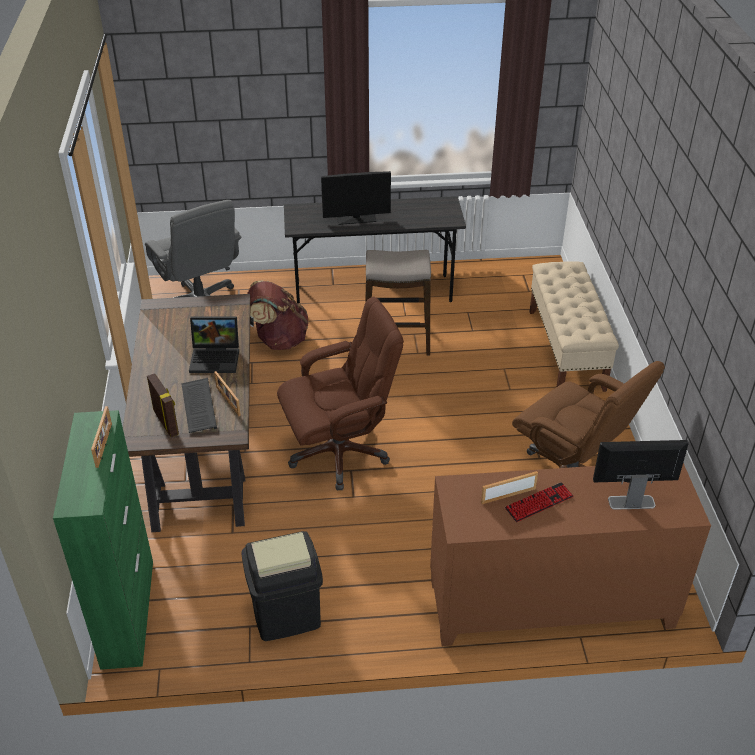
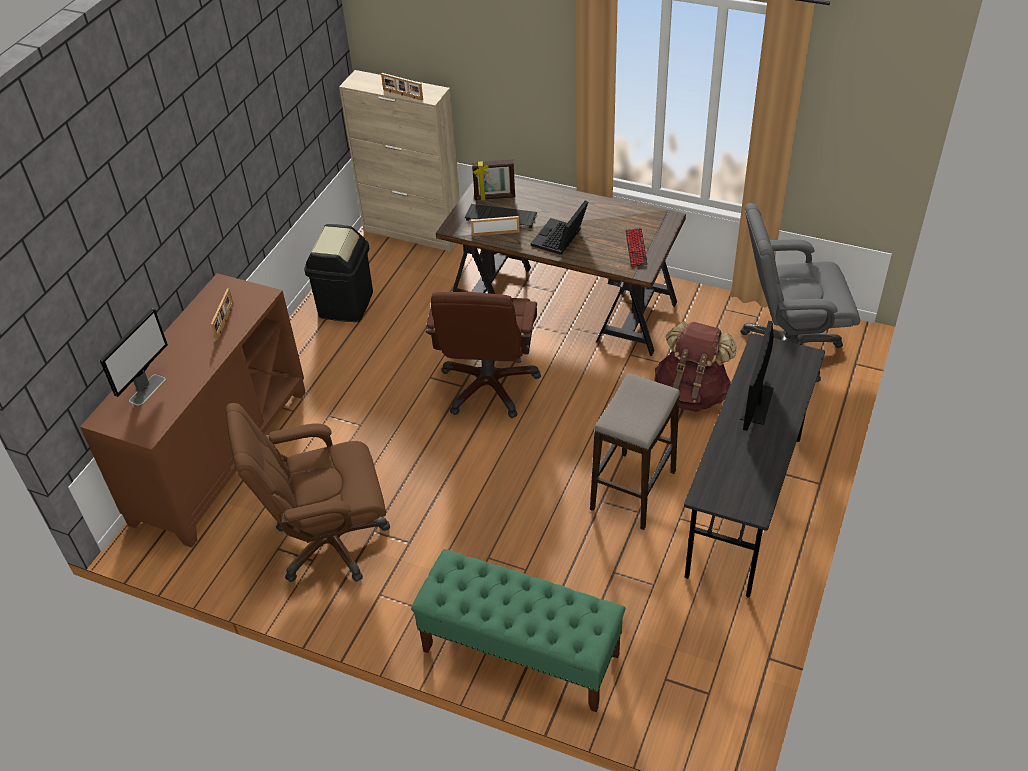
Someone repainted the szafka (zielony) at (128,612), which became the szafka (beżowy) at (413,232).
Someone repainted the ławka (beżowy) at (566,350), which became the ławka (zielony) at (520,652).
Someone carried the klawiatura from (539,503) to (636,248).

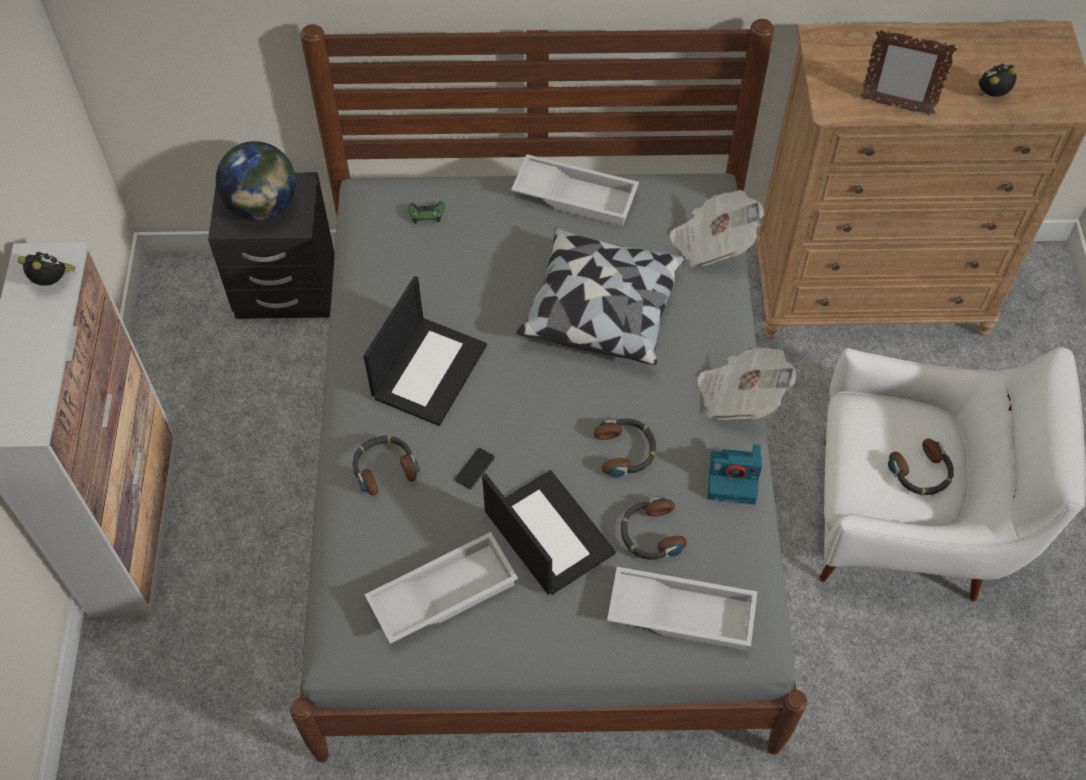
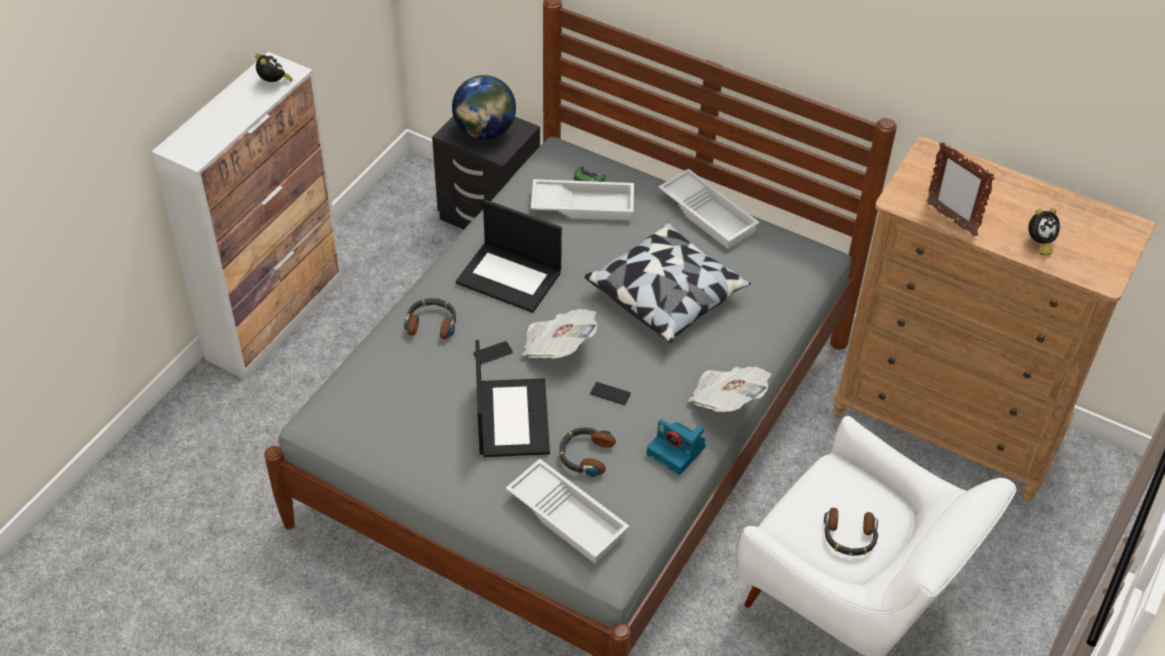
Someone rotated the laptop at (429,370) by 60 degrees clockwise.
Someone carried the gazeta from (712,243) to (558,347).
Someone carried the taca (biały) from (443,591) to (583,204).
Someone swapped the słuchawki at (626,451) for the telefon at (610,394).
Someone rotated the budzik at (991,94) by 150 degrees clockwise.

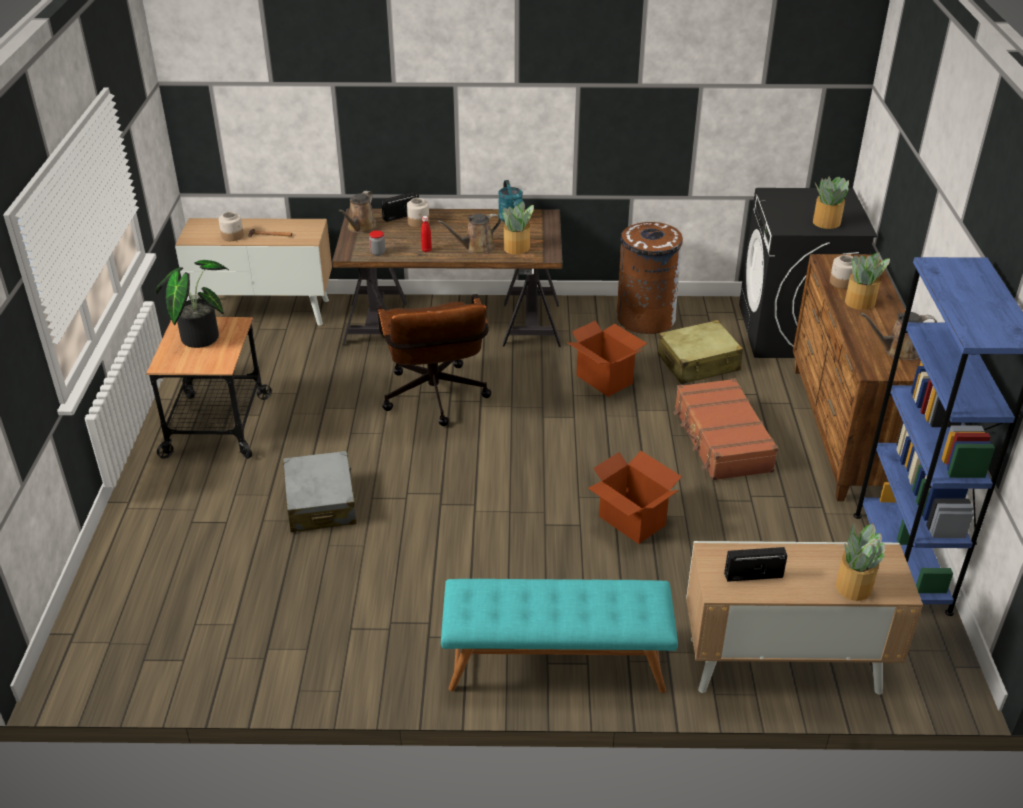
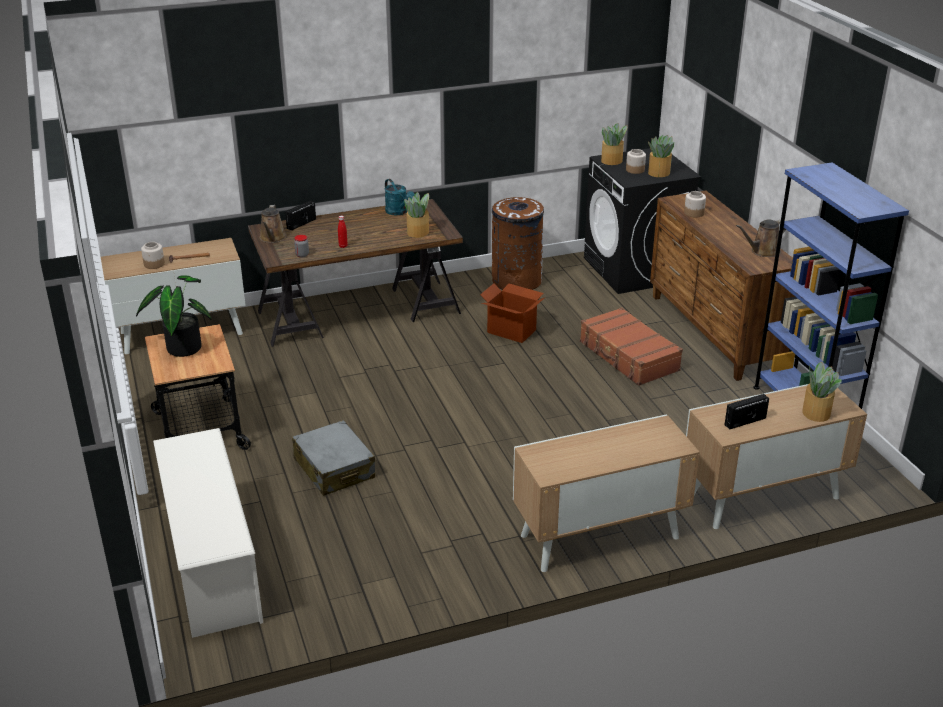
Someone put down the regał na buty (biały) at (212,564).
Someone swapped the ławka (turkusowy) at (556,664) for the szafka at (599,537).
Someone carried the roślina doniczkowa from (860,302) to (612,161).
Someone carried the słoik from (418,222) to (635,170).
Someone took away the krzesło biurowe (brązowy) at (435,400).
Someone took away the konewka (brązowy) at (476,248).
Someone took away the karton at (631,521).
Someone took away the walizka (beżowy) at (698,363).

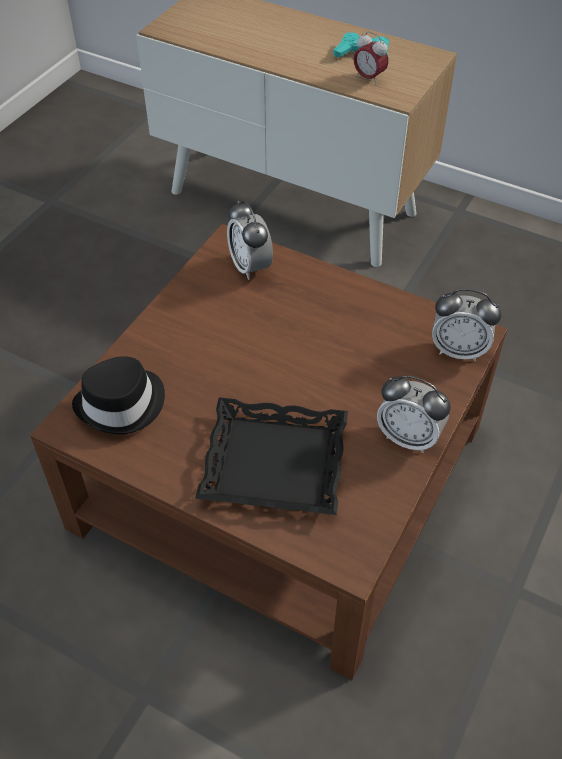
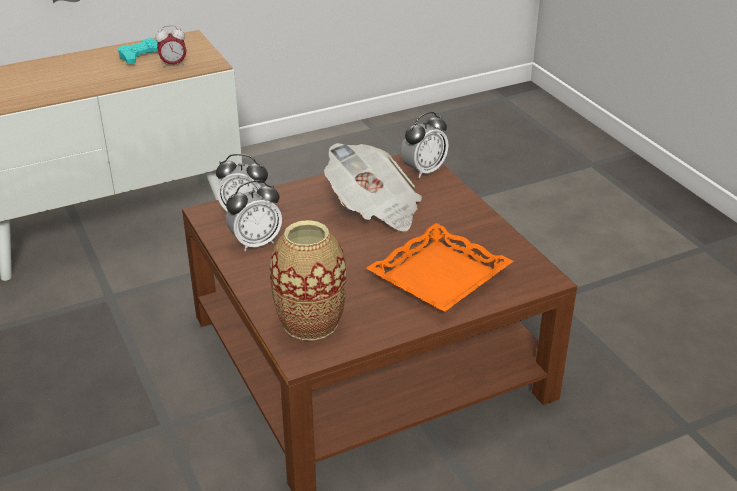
Someone carried the budzik from (408,437) to (256,242).
Someone swapped the kapelusz (czarny) at (122,404) for the wazon at (310,322).
Someone put down the gazeta at (374,209).
Someone repainted the taca (czarny) at (274,464), which became the taca (pomarańczowy) at (440,277).

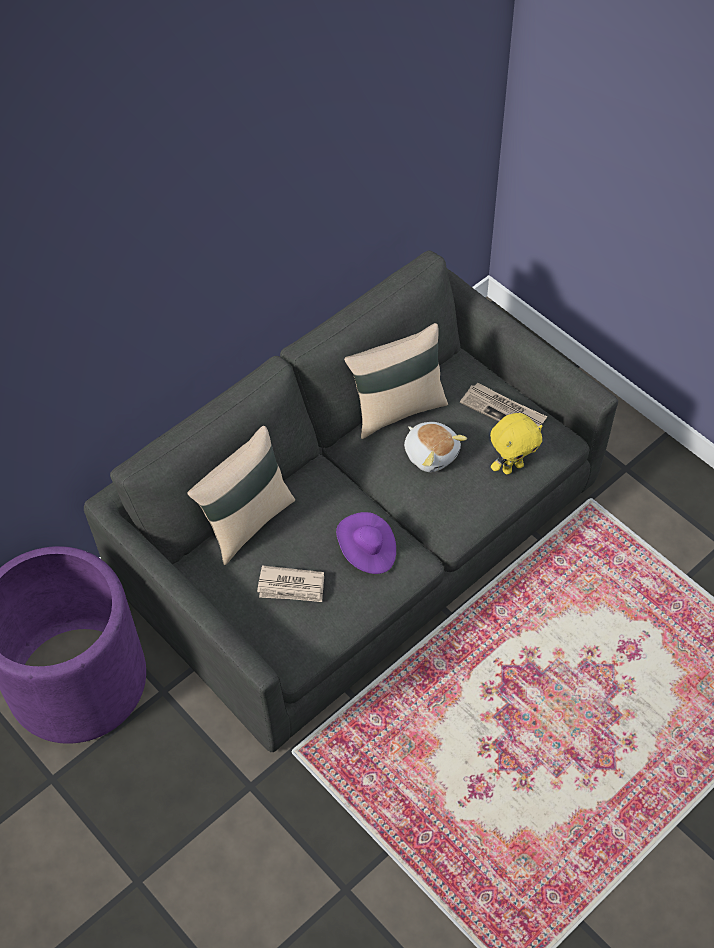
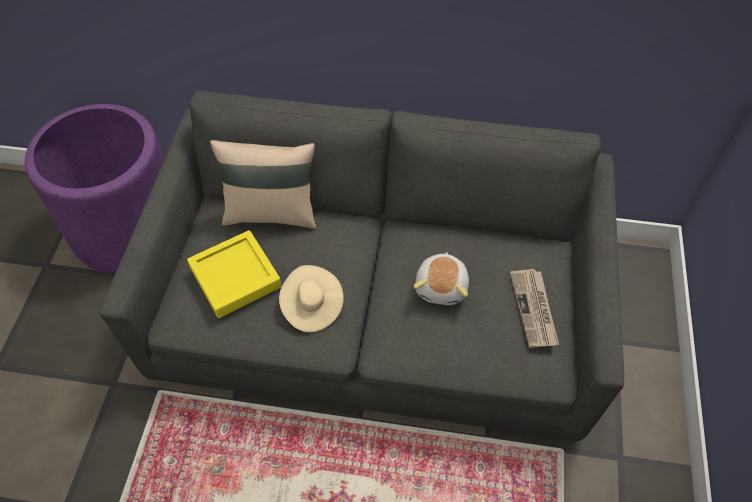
Someone swapped the gazeta at (291,586) for the taca (żółty) at (235,277).
Someone repainted the kapelusz (fioletowy) at (367,552), which became the kapelusz (beżowy) at (311,306).
Someone took away the poduszka (beżowy) at (397,409).
Someone took away the pluszak (żółty) at (512,467).

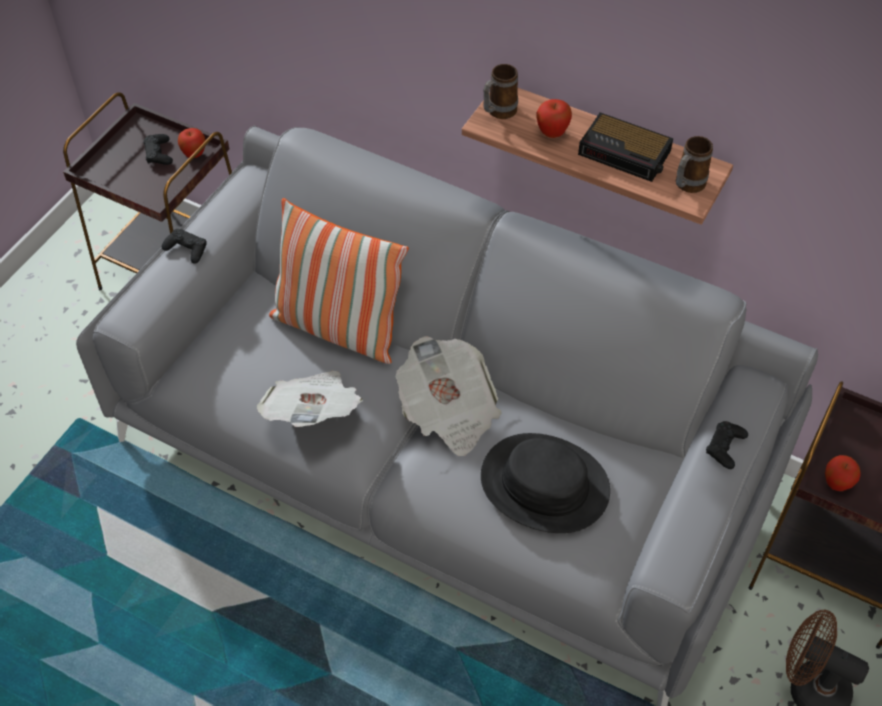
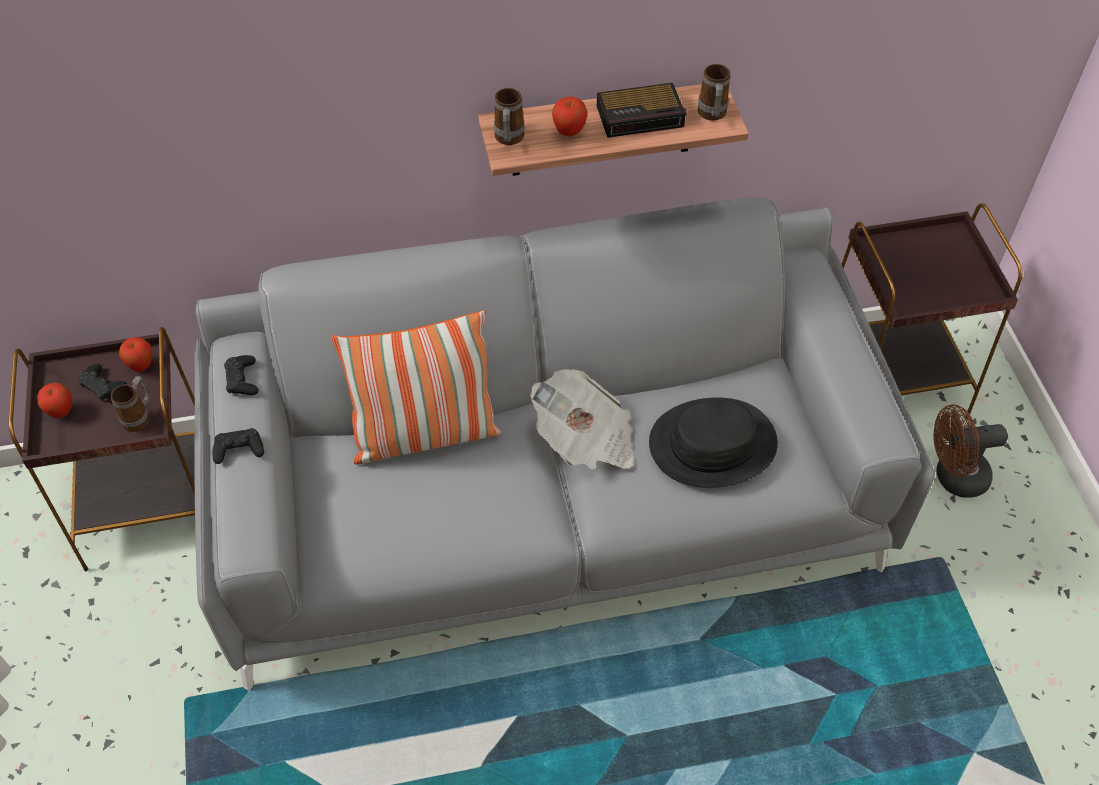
Someone carried the jabłko from (836,484) to (61,412).
Someone put down the kubek at (140,417).
Someone carried the pad do gier (czarny) from (725,447) to (242,380).
Someone took away the gazeta at (314,413).

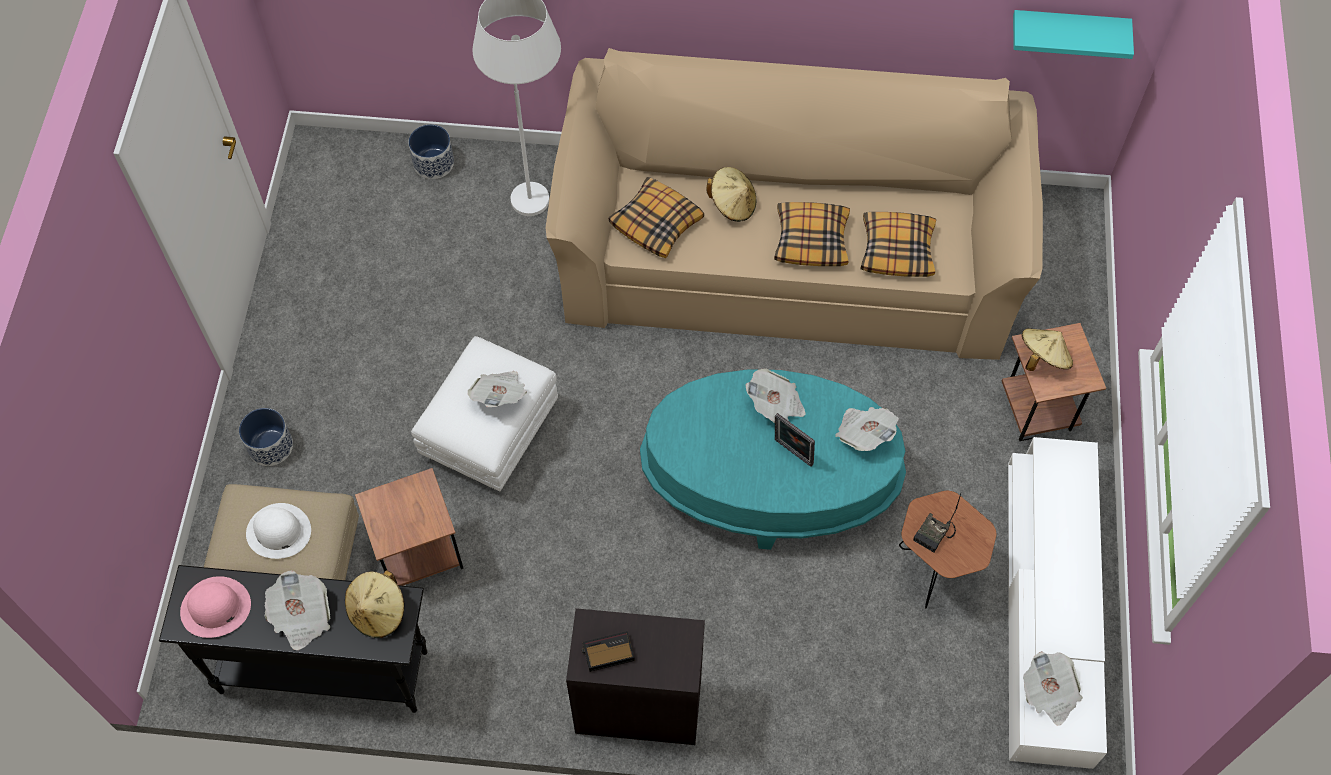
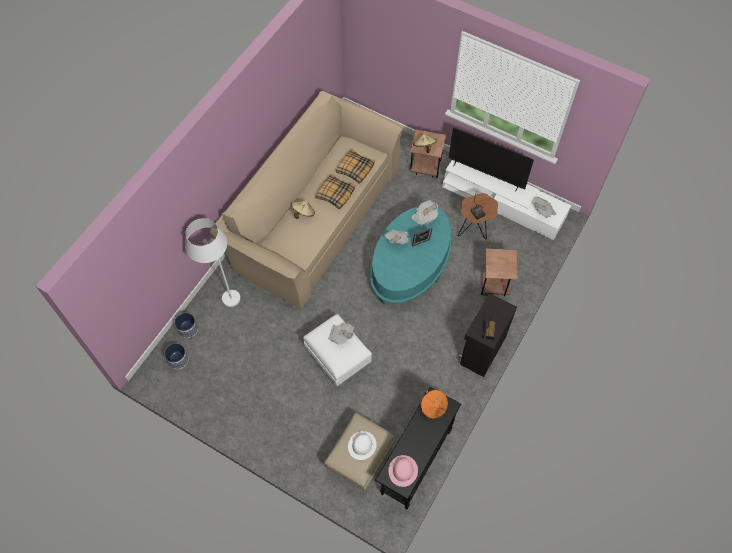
Someone carried the donica from (270,446) to (178,360).
Someone repainted the kapelusz (beżowy) at (378,612), which became the kapelusz (pomarańczowy) at (433,407).
Someone put down the telewizor at (486,175).
Someone carried the stolik (brązowy) from (419,558) to (495,285).
Someone took away the gazeta at (301,617).
Someone took away the poduszka at (657,223).
Someone took away the półka (turkusowy) at (1068,29).

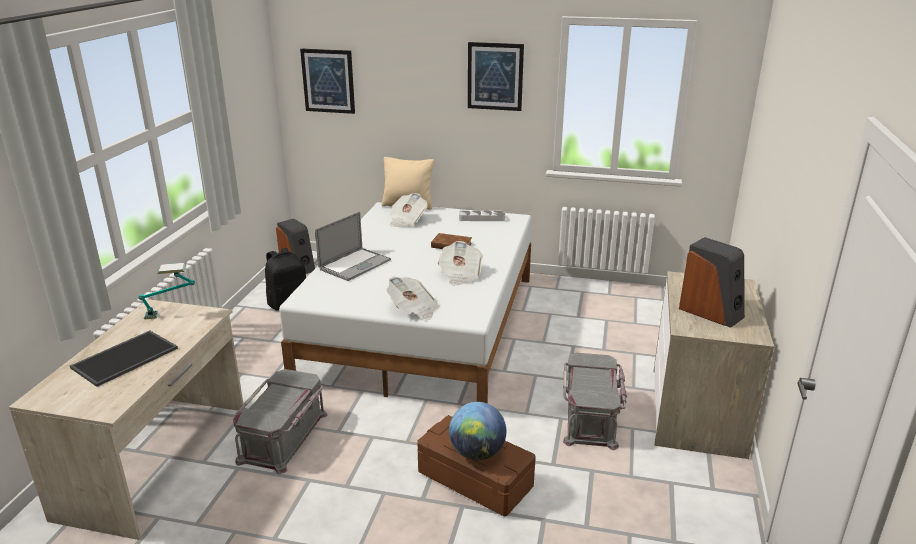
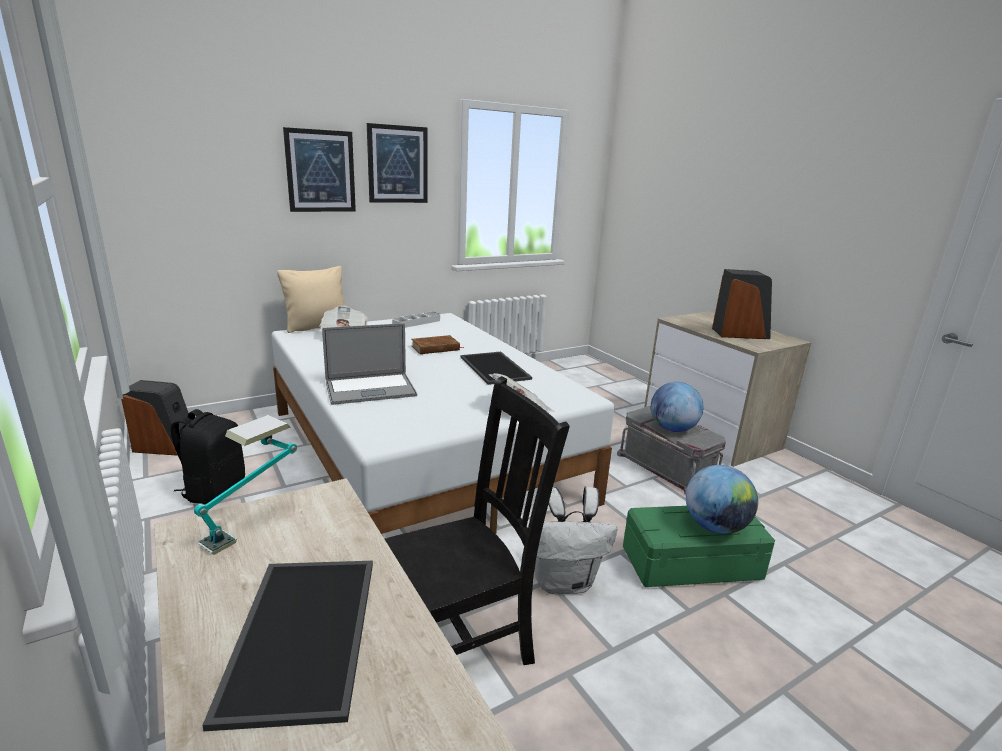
Someone carried the obraz from (328,81) to (320,171).
Someone rotated the laptop at (355,264) by 75 degrees clockwise.
Someone swapped the pojemnik do przechowywania (szary) at (284,437) for the krzesło (czarny) at (459,644).
Someone swapped the gazeta at (460,275) for the taca at (496,368).
Someone put down the plecak (biały) at (564,581).
Someone repainted the pojemnik do przechowywania (brązowy) at (476,479), which became the pojemnik do przechowywania (zielony) at (691,562).
Someone put down the globus at (672,429).

